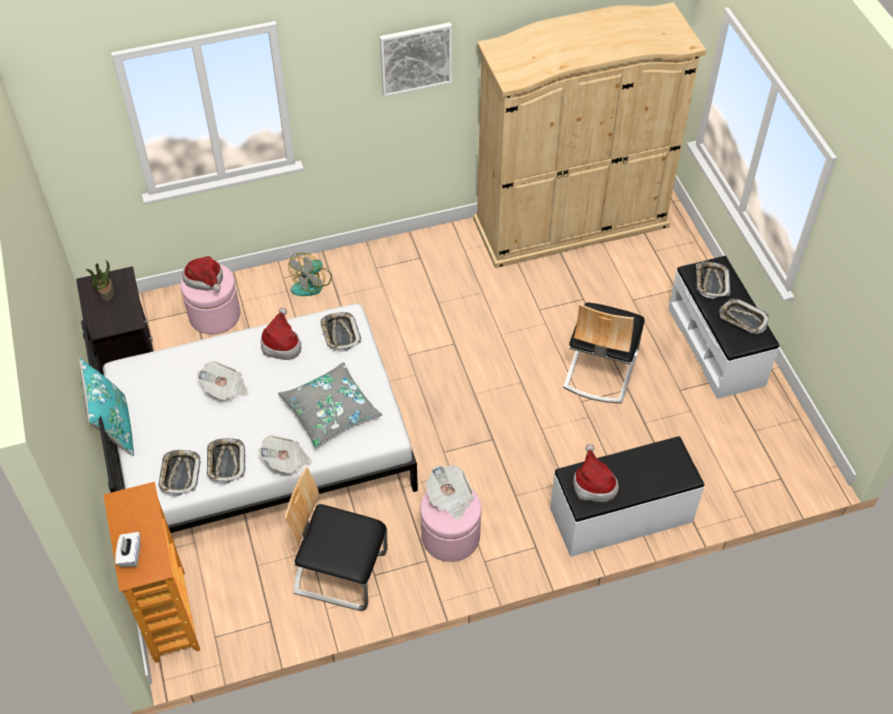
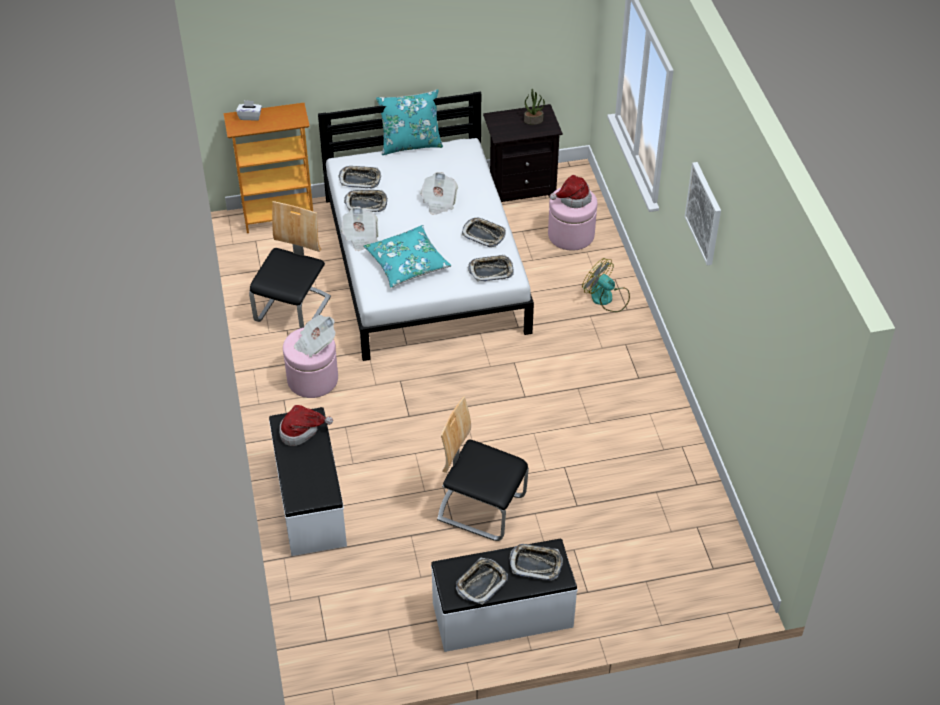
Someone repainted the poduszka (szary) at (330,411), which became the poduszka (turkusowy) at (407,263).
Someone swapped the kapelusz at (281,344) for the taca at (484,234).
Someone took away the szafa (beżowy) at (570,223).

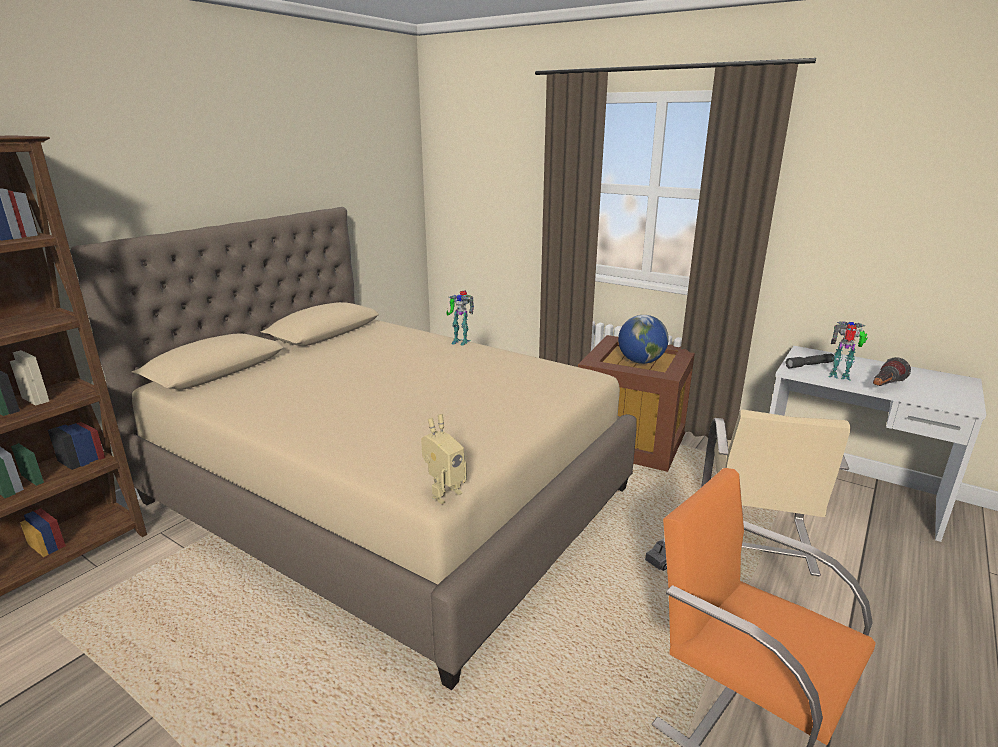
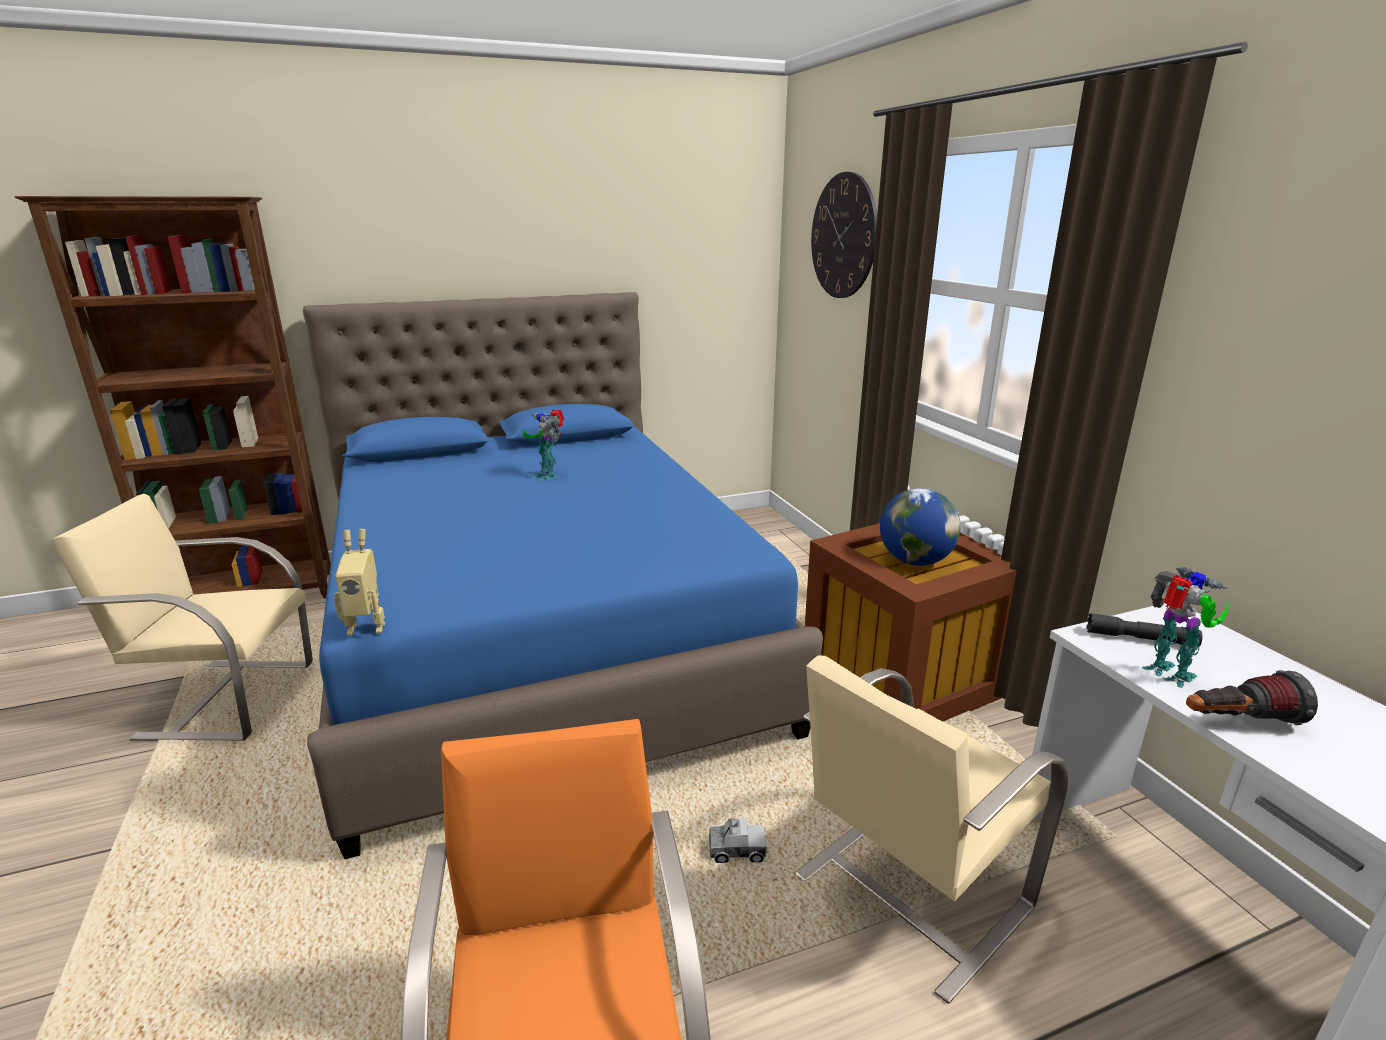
Someone put down the krzesło (beżowy) at (226,698).
Someone repainted the łóżko (beżowy) at (388,495), which became the łóżko (niebieski) at (542,637).
Someone carried the robot zabawkowy from (460,341) to (547,475).
Someone put up the zegar ścienny at (843,236).

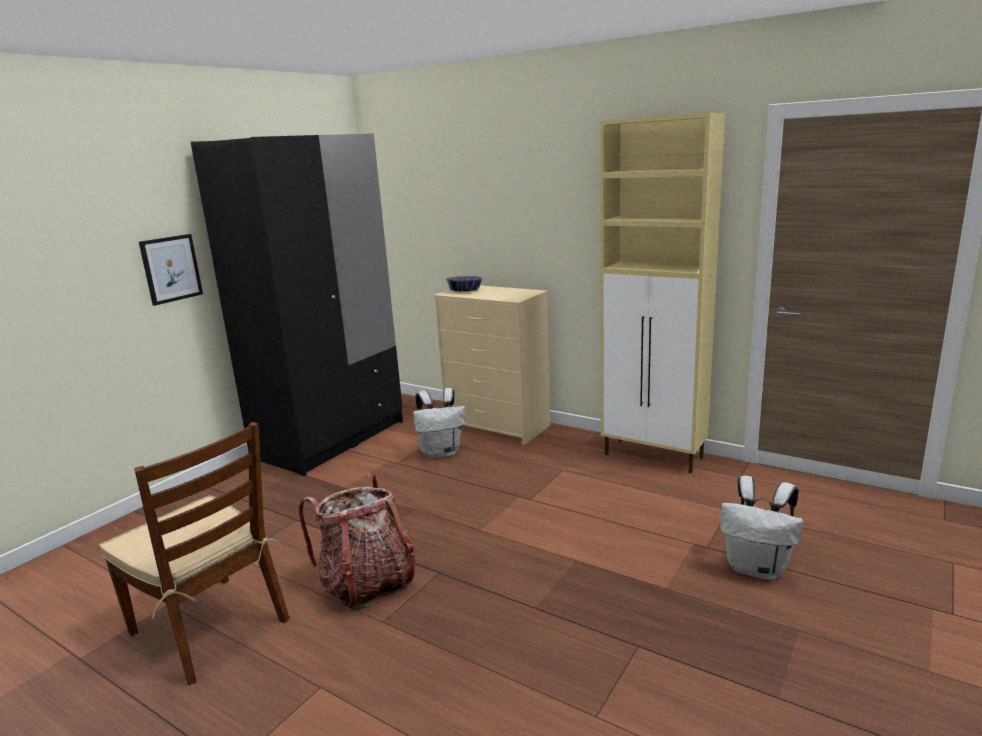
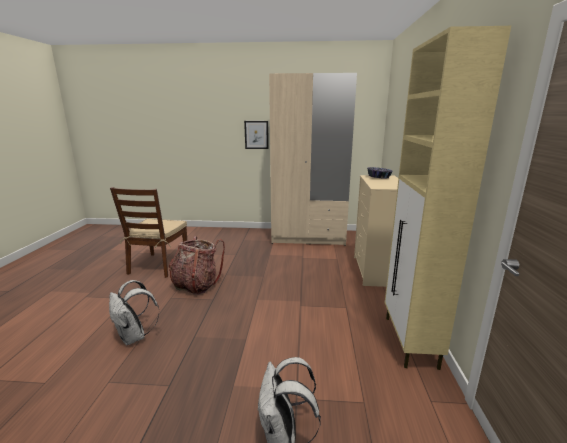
Someone carried the plecak (biały) from (441,452) to (134,337).
Someone repainted the szafa (czarny) at (331,439), which became the szafa (beżowy) at (308,237).

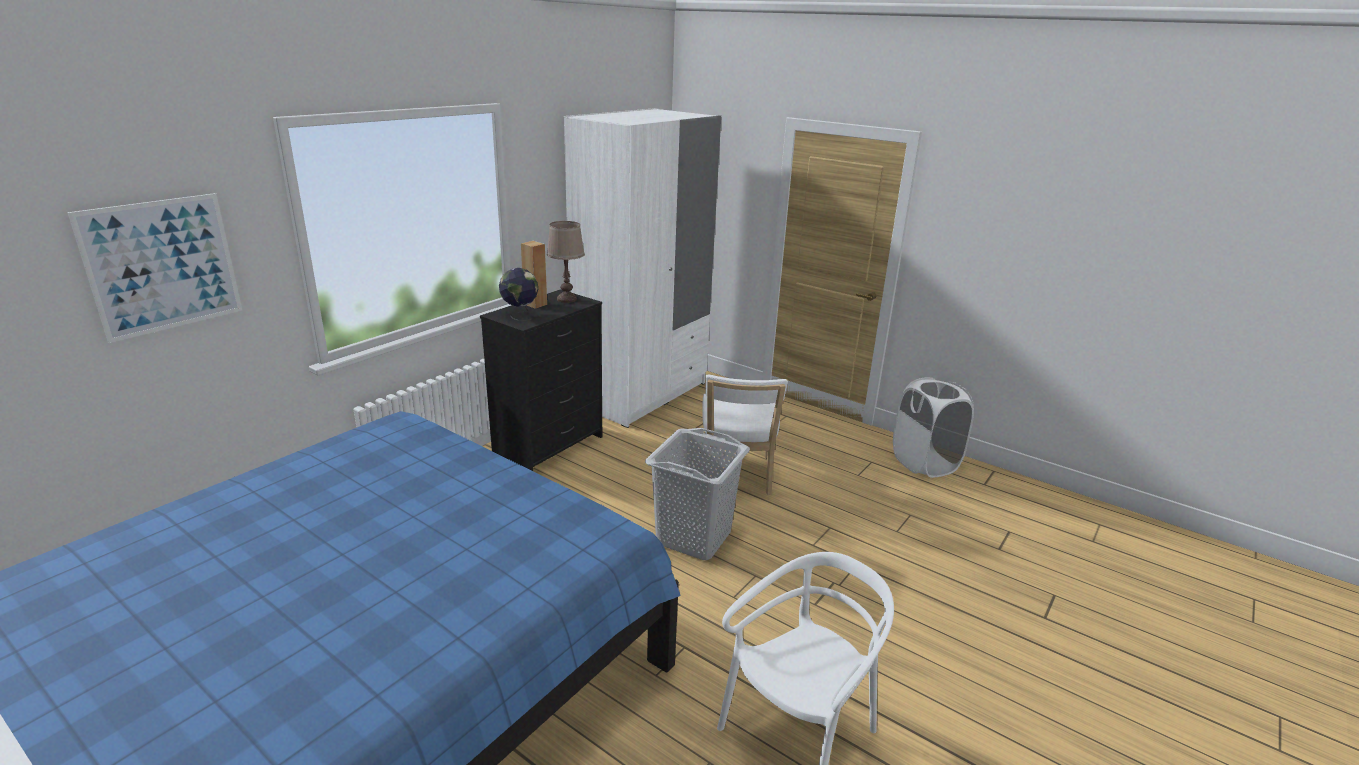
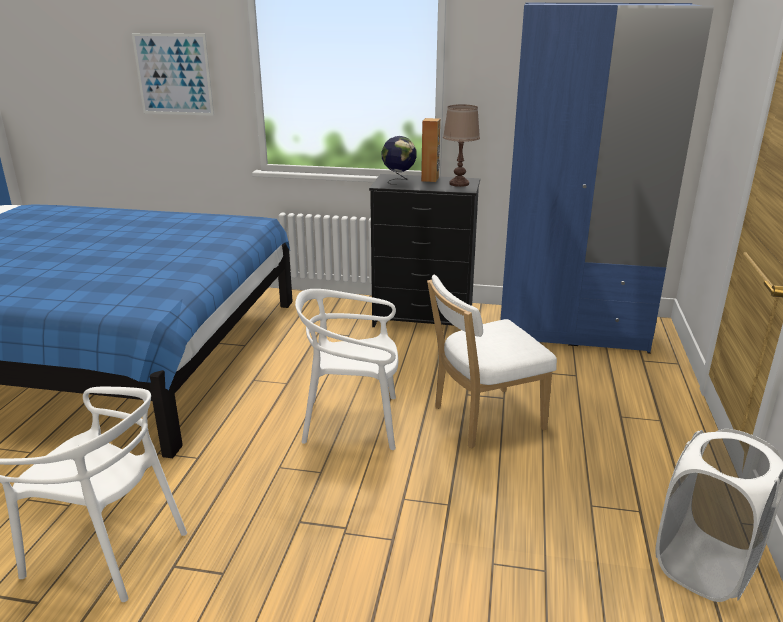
Someone swapped the kosz na pranie (szary) at (693,537) for the krzesło (biały) at (352,422).
Someone repainted the szafa (biały) at (641,394), which became the szafa (niebieski) at (571,329).

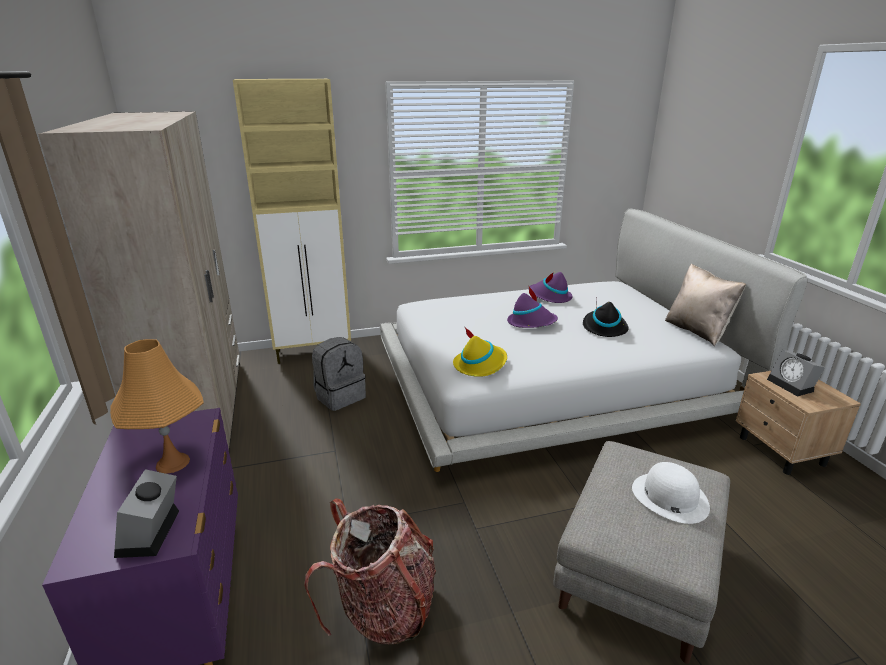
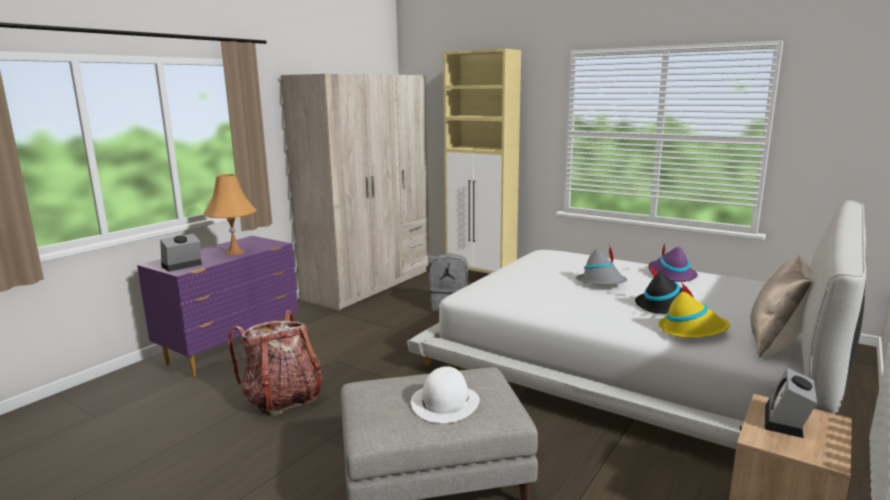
Someone repainted the kapelusz (fioletowy) at (531,322), which became the kapelusz (szary) at (601,283).
Someone carried the kapelusz (żółty) from (480,364) to (692,330).

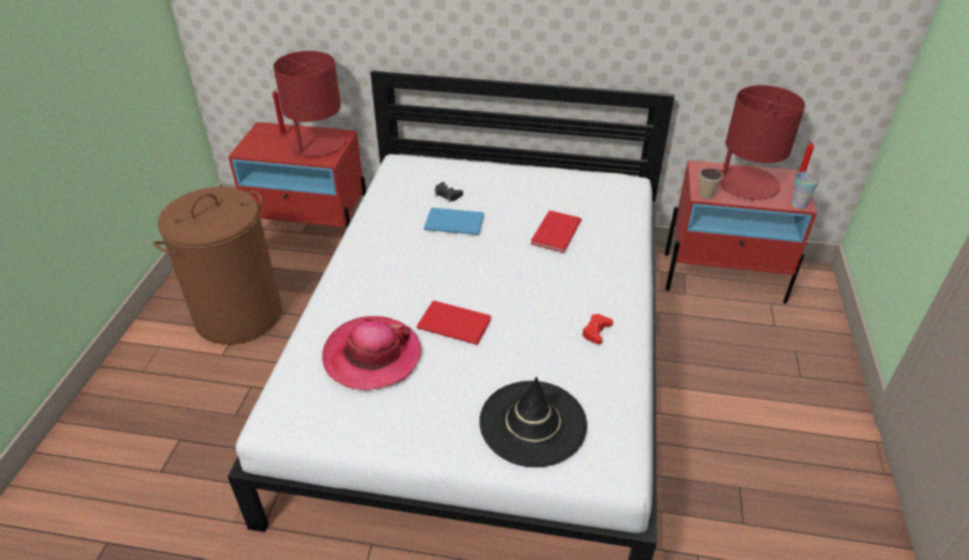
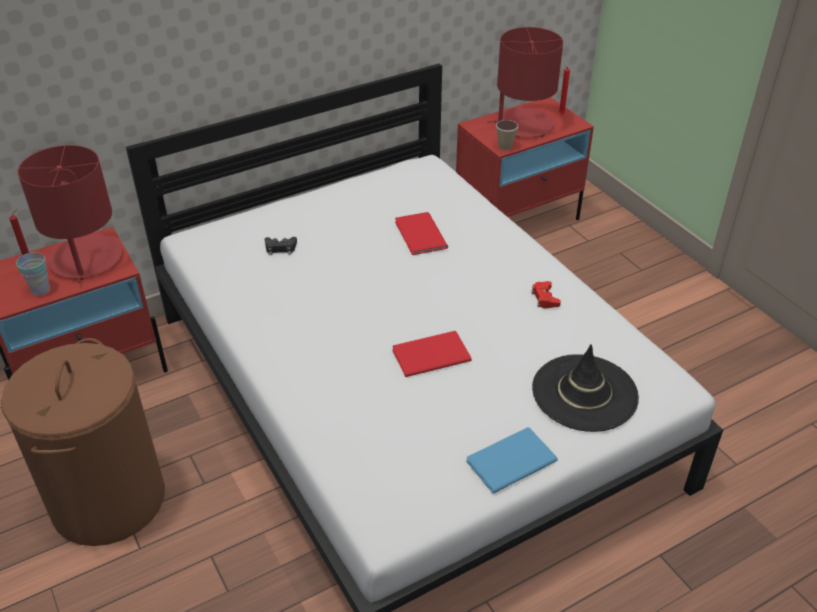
Someone carried the filiżanka from (798,204) to (40,290).
Someone carried the książka (niebieski) from (453,221) to (508,460).
Someone took away the kapelusz at (372,355).

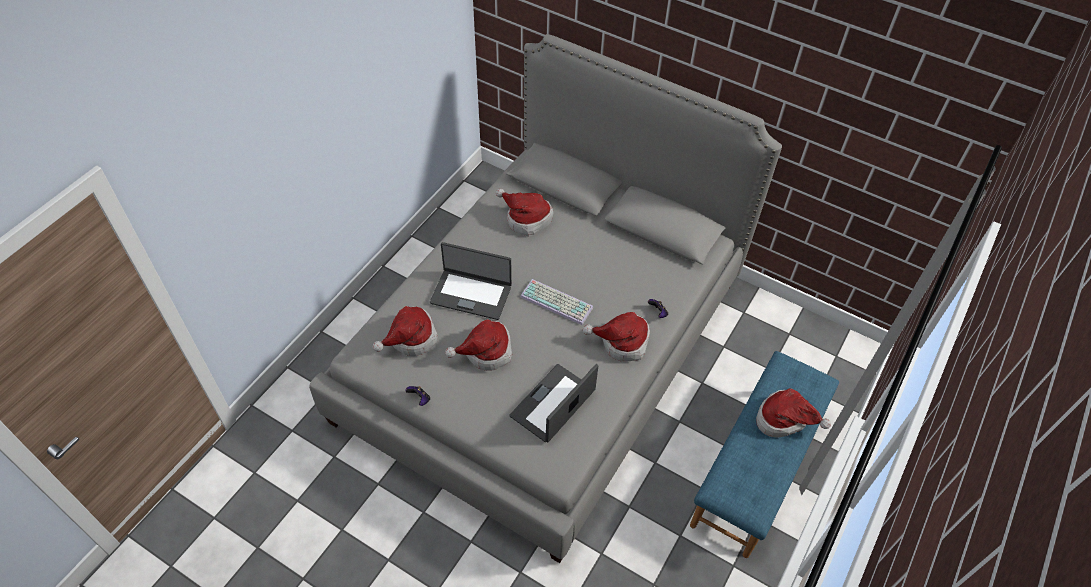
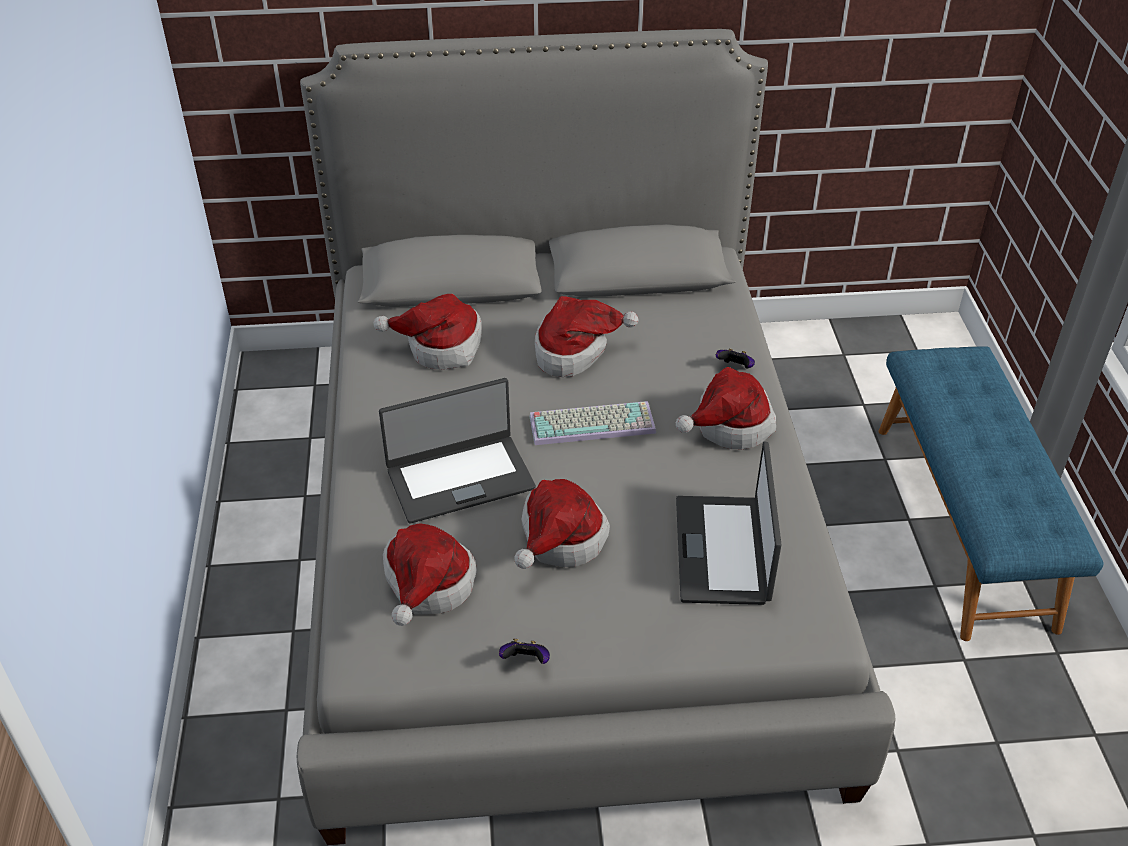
Someone carried the kapelusz from (784,419) to (575,351).

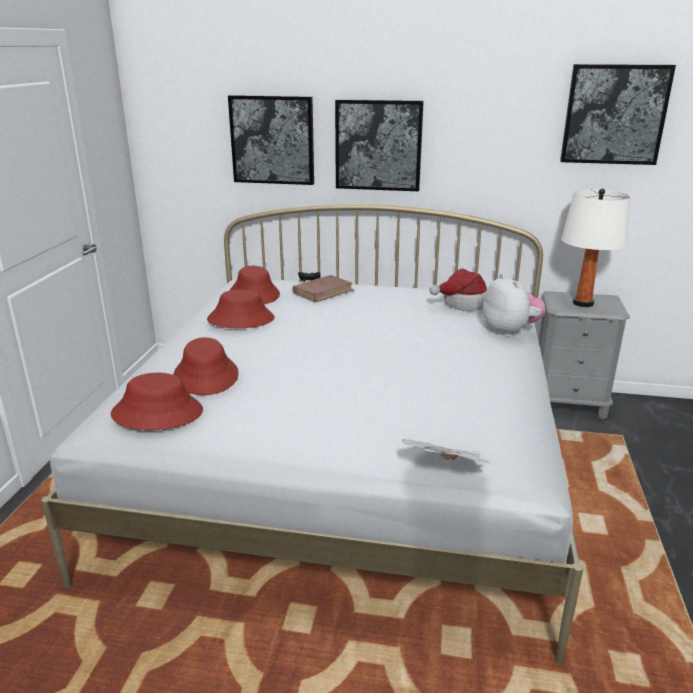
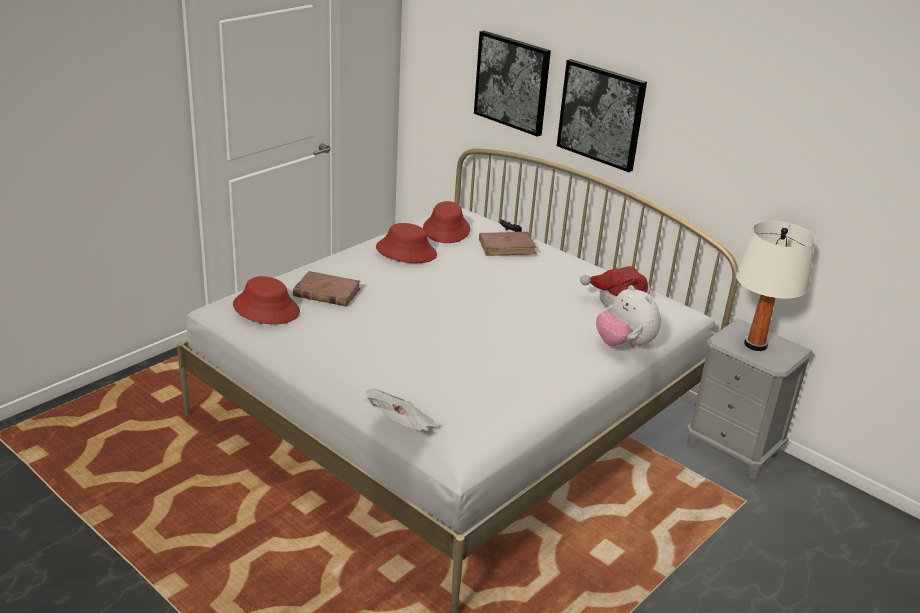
Someone swapped the kapelusz (czerwony) at (206,375) for the książka (brązowy) at (326,292).
Someone rotated the pluszak at (510,331) by 135 degrees clockwise.
Someone took away the obraz at (614,115).

